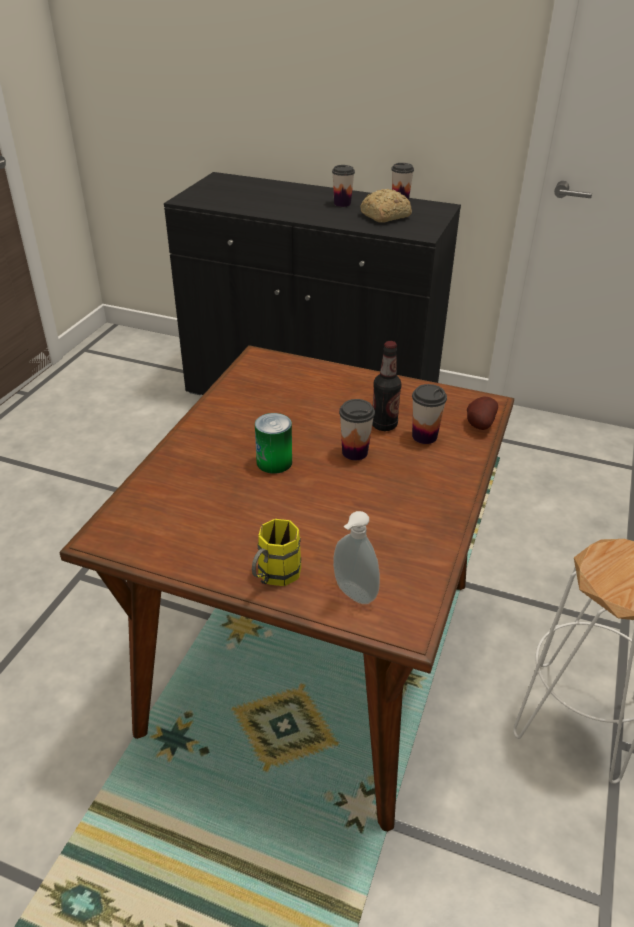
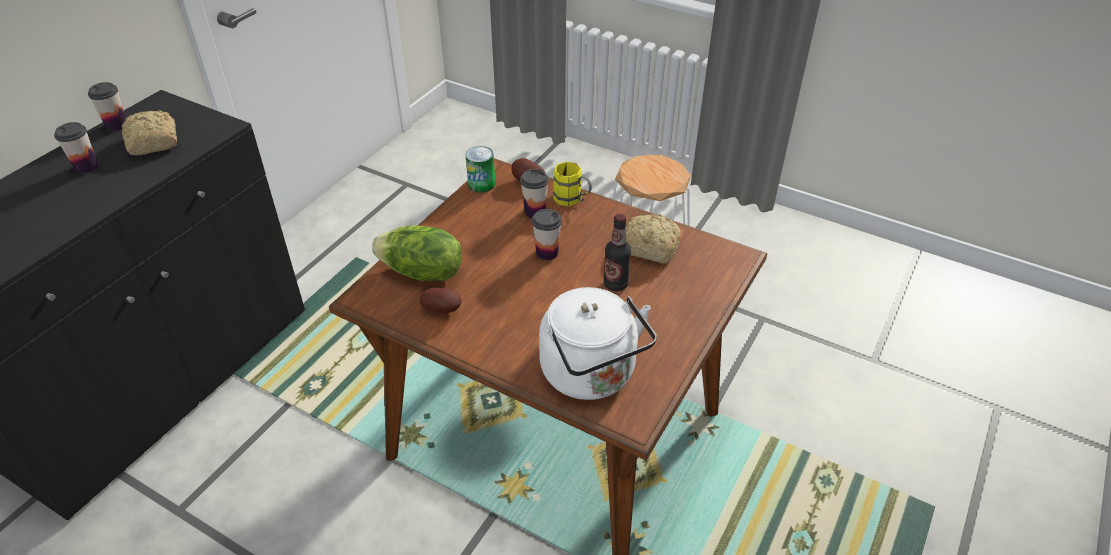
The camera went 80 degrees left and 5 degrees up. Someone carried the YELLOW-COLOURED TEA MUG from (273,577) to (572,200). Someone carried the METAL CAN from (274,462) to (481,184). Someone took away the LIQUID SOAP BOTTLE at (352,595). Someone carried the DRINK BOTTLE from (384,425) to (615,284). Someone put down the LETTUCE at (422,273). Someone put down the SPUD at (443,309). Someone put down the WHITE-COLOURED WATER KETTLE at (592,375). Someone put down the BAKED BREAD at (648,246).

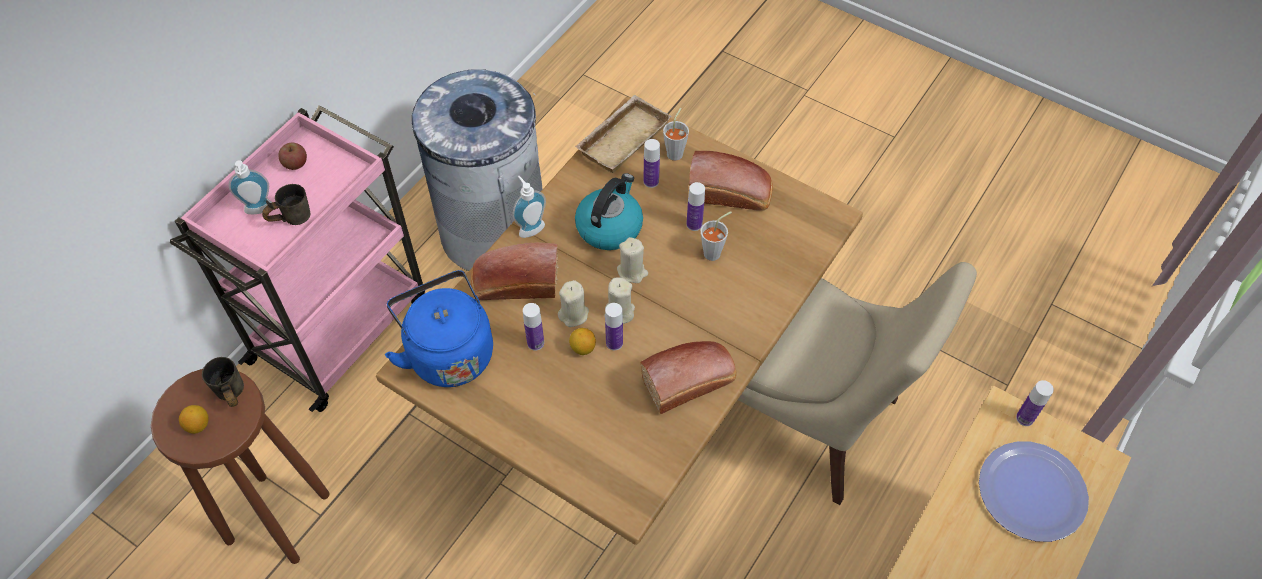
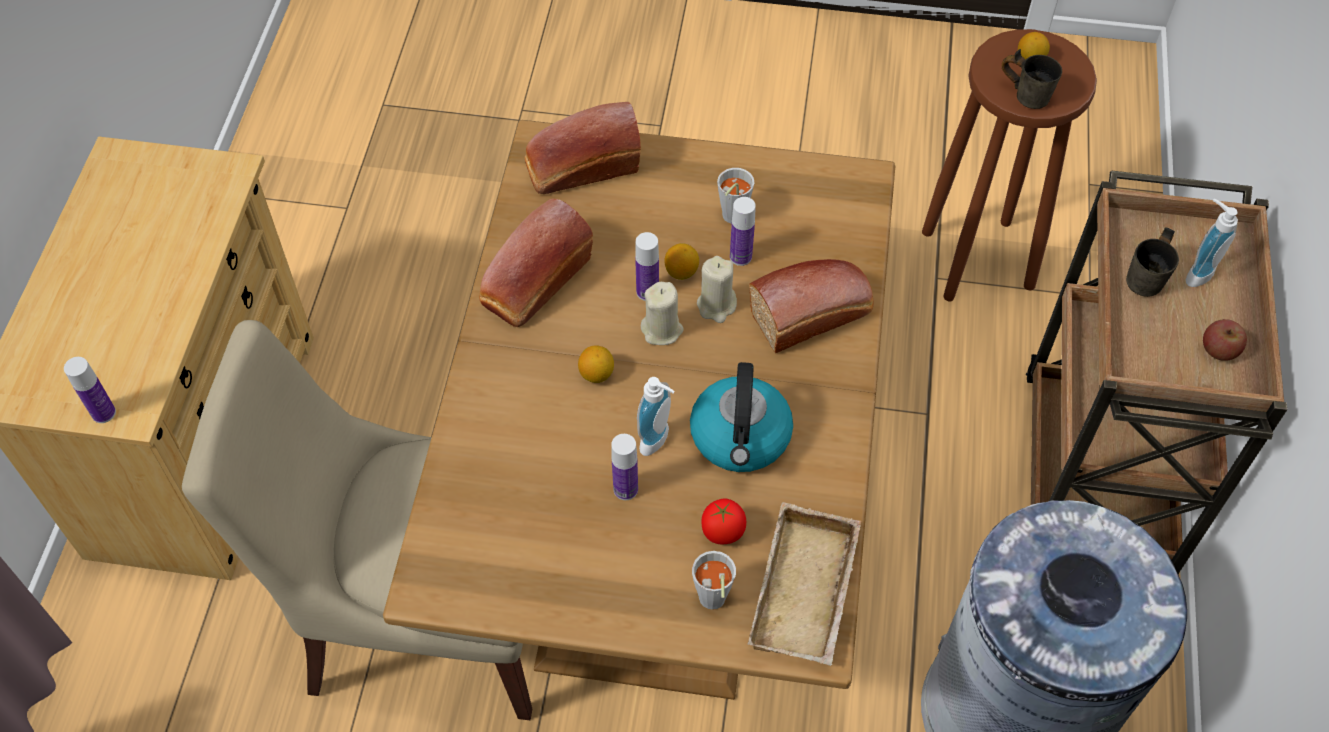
The camera went 155 degrees right and 0 degrees up. Someone repainted the PINK WHEELED CART at (341,327), which became the BROWN WHEELED CART at (1096,480). Someone took away the BLUE WATER KETTLE at (448,352). Someone carried the LIQUID SOAP BOTTLE from (530,227) to (658,441). Someone took away the BEIGE-COLOURED WAX CANDLE at (632,272). Someone swapped the DRINK BOTTLE at (651,181) for the WHOLE TOMATO at (722,533). Someone carried the BAKED BREAD from (731,193) to (581,167). Someone carried the GREY DRINKING CUP from (715,252) to (730,218). Someone took away the DINNER PLATE at (1032,492). Someone put down the WHOLE LEMON at (597,374).

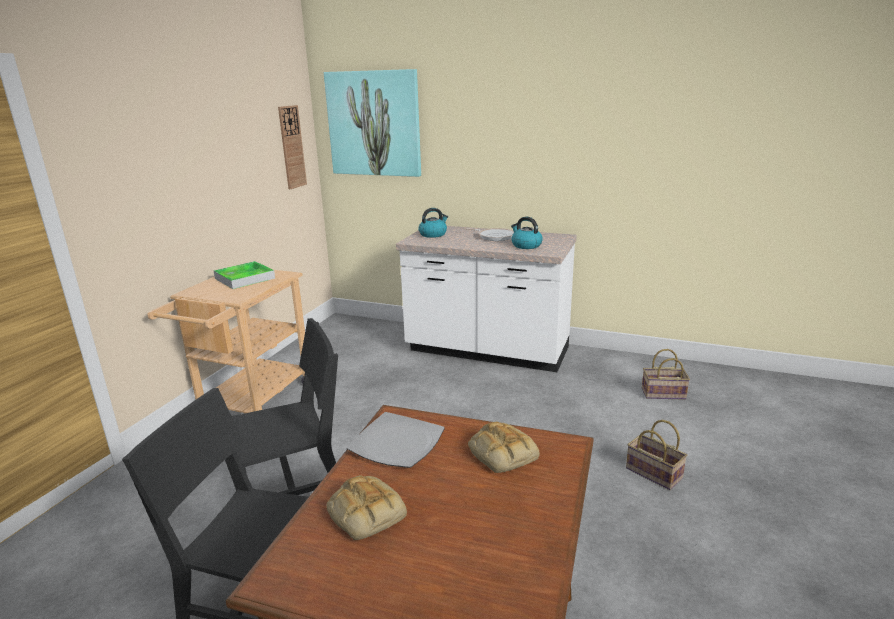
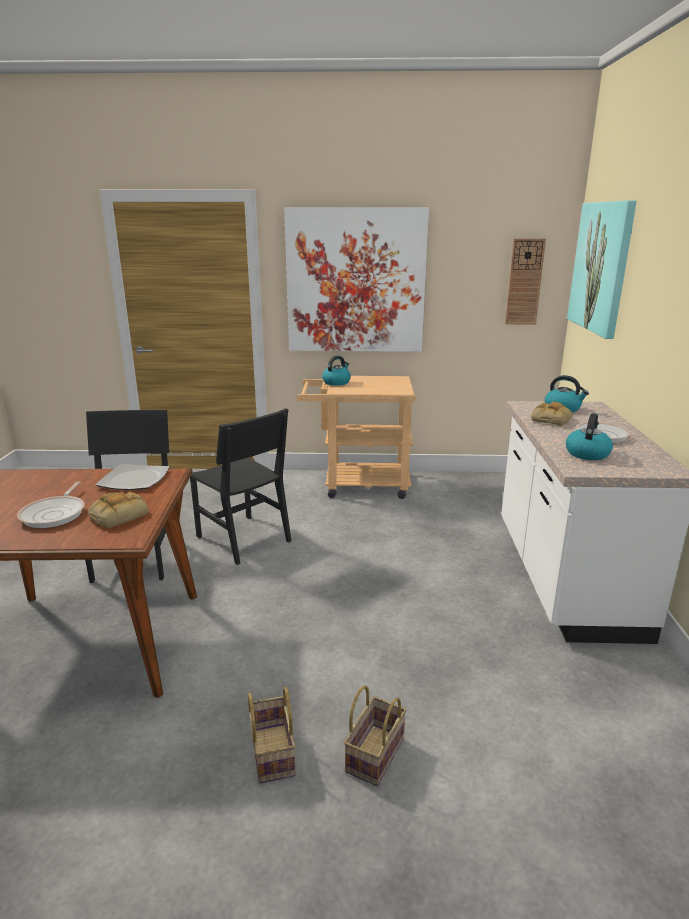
The camera went 70 degrees right and 0 degrees up. Someone took away the TRAY at (245,278). Someone carried the BAKED BREAD from (364,513) to (550,419). Someone carried the BASKET from (662,394) to (271,752). Someone put down the PAN at (55,514). Someone put up the WALL ART at (356,281). Someone put down the WATER KETTLE at (336,382).

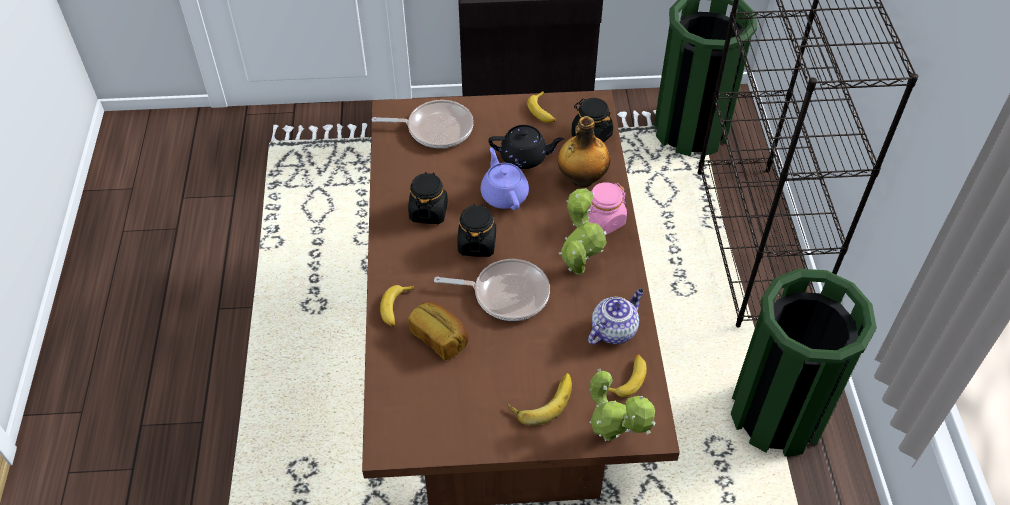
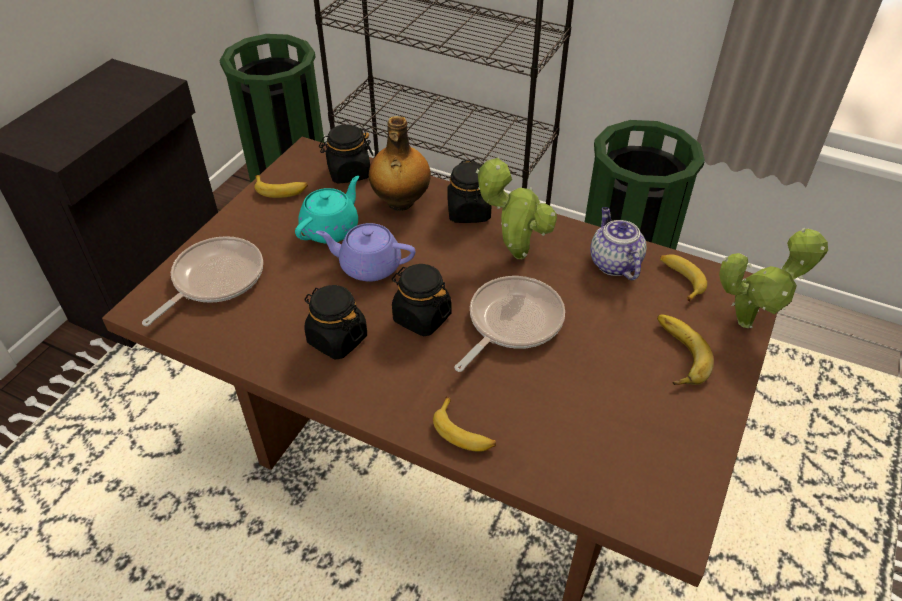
The camera went 60 degrees left and 5 degrees down. Someone took away the BAKED BREAD at (440,338). Someone repainted the BLACKISH TEA POT at (525,157), which became the TURQUOISE-COLOURED TEA POT at (331,229). Someone repainted the PINK JAR at (603,221), which became the BLACKISH JAR at (469,212).

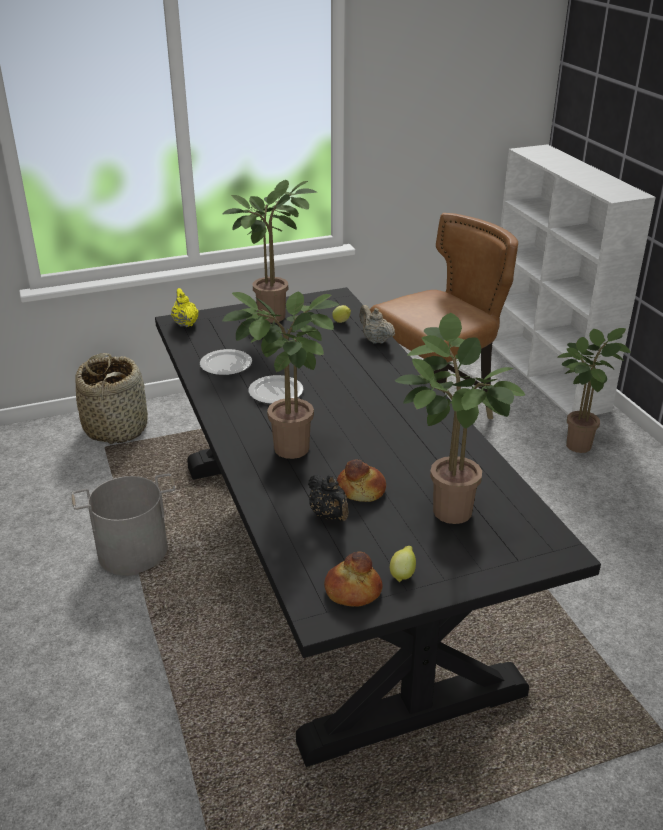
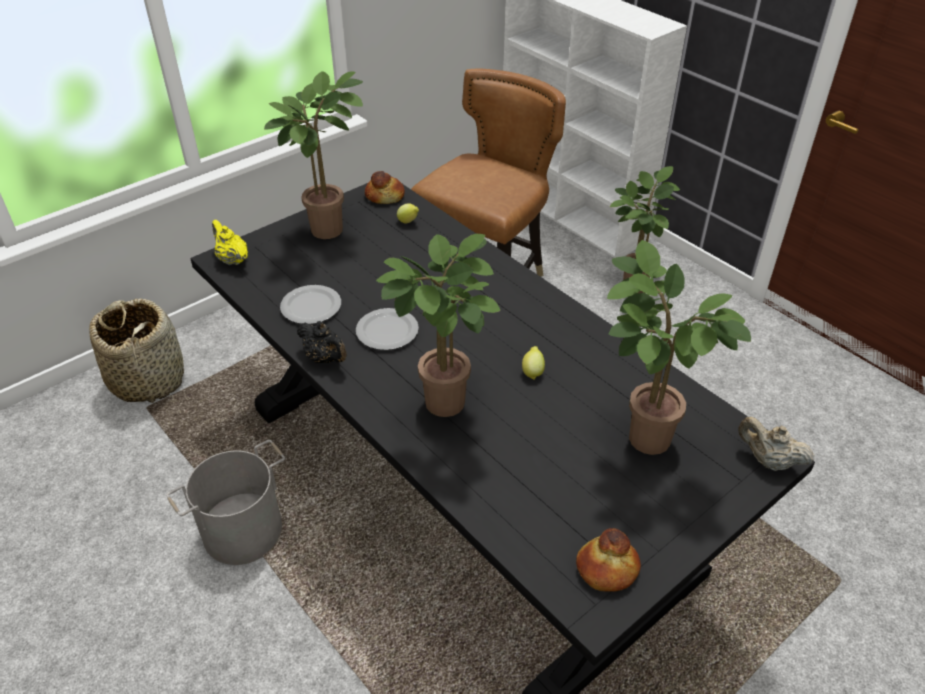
The camera went 20 degrees left and 10 degrees up. Someone carried the BLACKISH TEA POT from (329,515) to (325,358). Someone carried the BAKED BREAD from (361,489) to (385,196). Someone carried the BEIGE-COLOURED TEA POT from (375,340) to (768,461). Someone carried the WHOLE LEMON from (402,574) to (532,372).

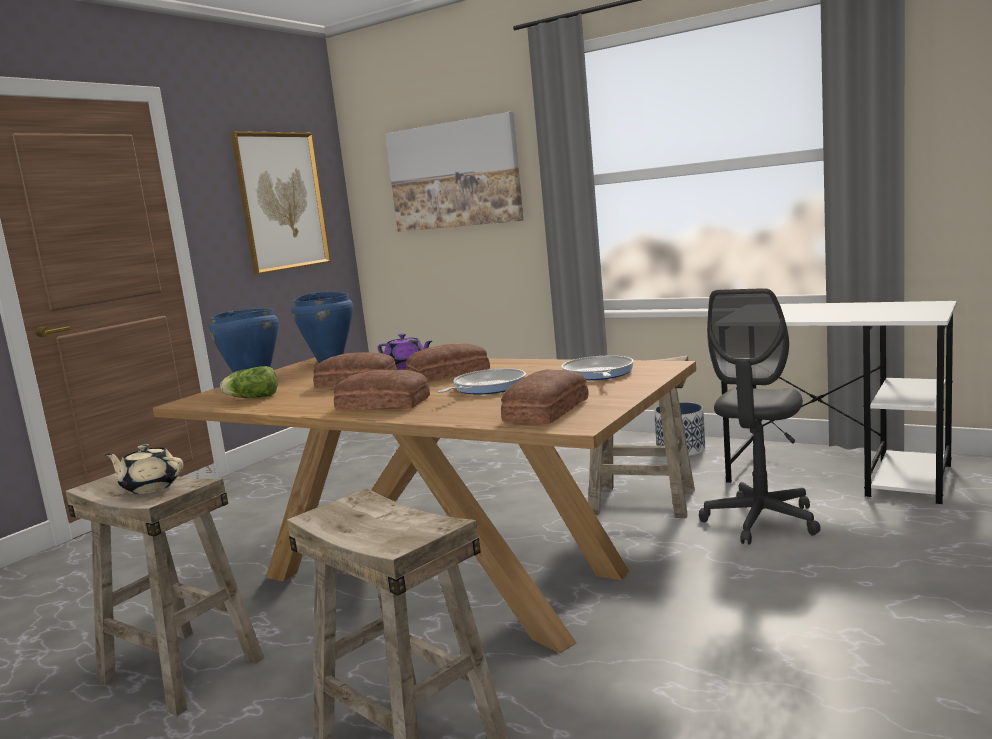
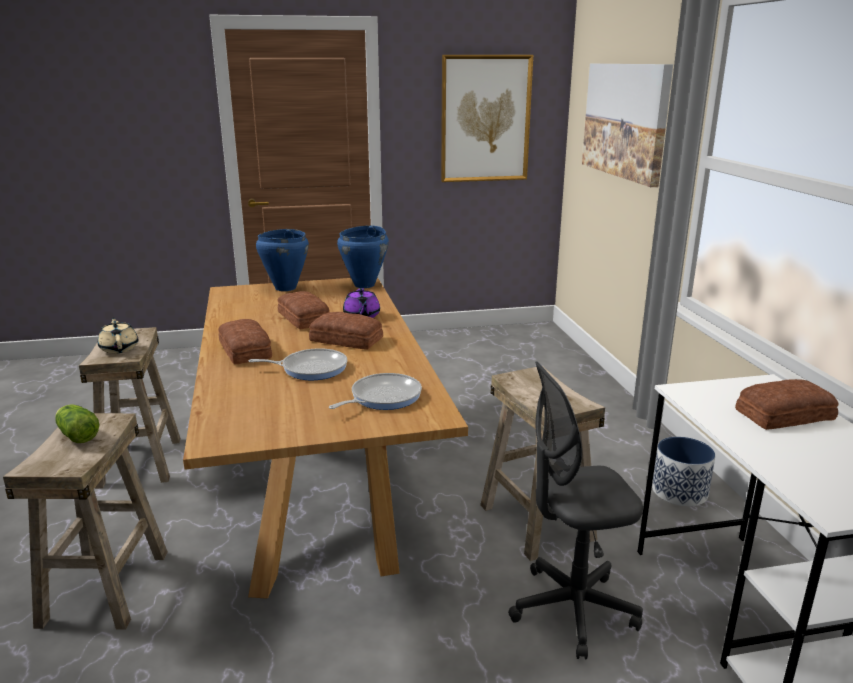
The camera went 45 degrees right and 10 degrees up. Someone carried the LETTUCE from (251,397) to (77,434). Someone carried the BAKED BREAD from (544,411) to (782,414).

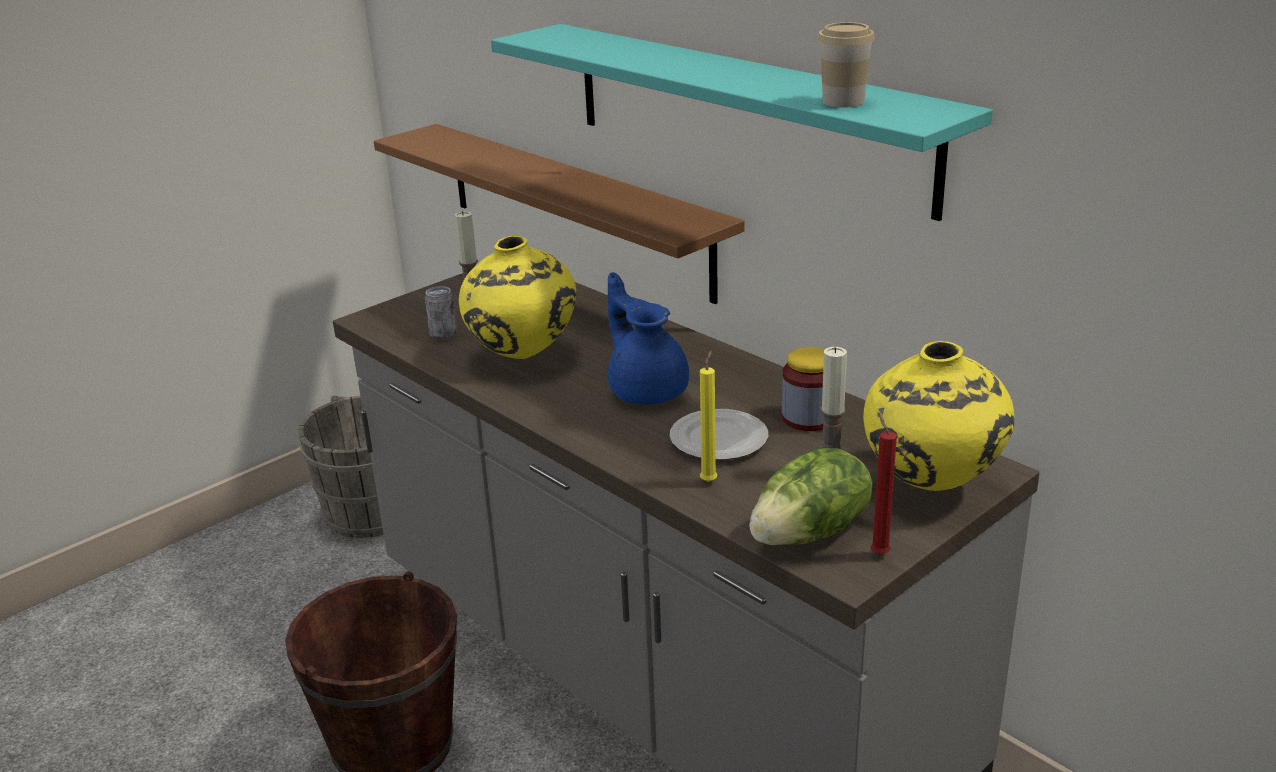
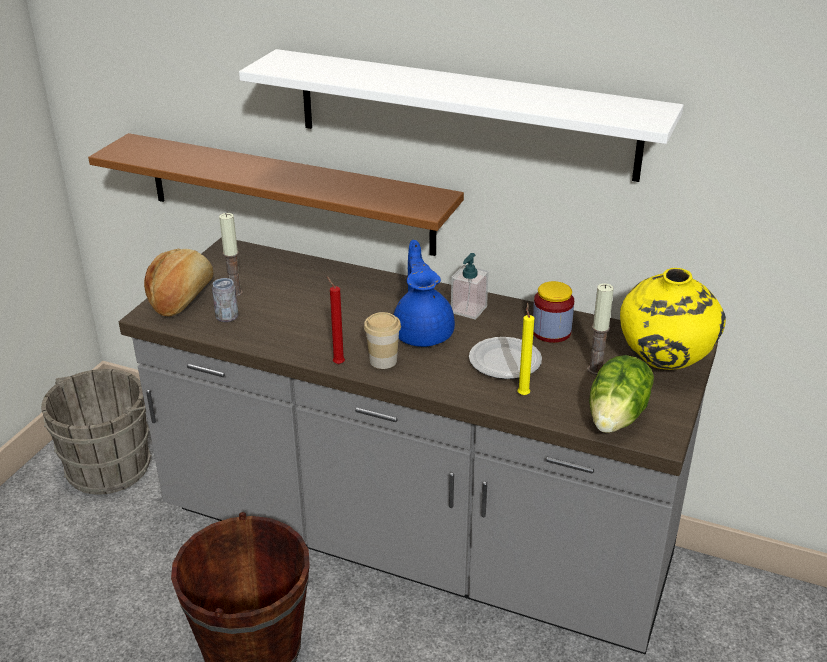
The camera went 25 degrees left and 5 degrees up. Someone took away the YELLOW-COLOURED VASE at (524,356). Someone repainted the TURQUOISE-COLOURED WALL SHELF at (743,113), which became the WHITE-COLOURED WALL SHELF at (464,114). Someone rotated the BLUE TEA POT at (647,389) by 45 degrees clockwise. Someone carried the DRINKING CUP from (843,101) to (383,361). Someone carried the REDDISH WAX CANDLE from (878,553) to (337,363). Someone put down the BAKED BREAD at (182,297). Someone put down the LIQUID SOAP BOTTLE at (468,310).

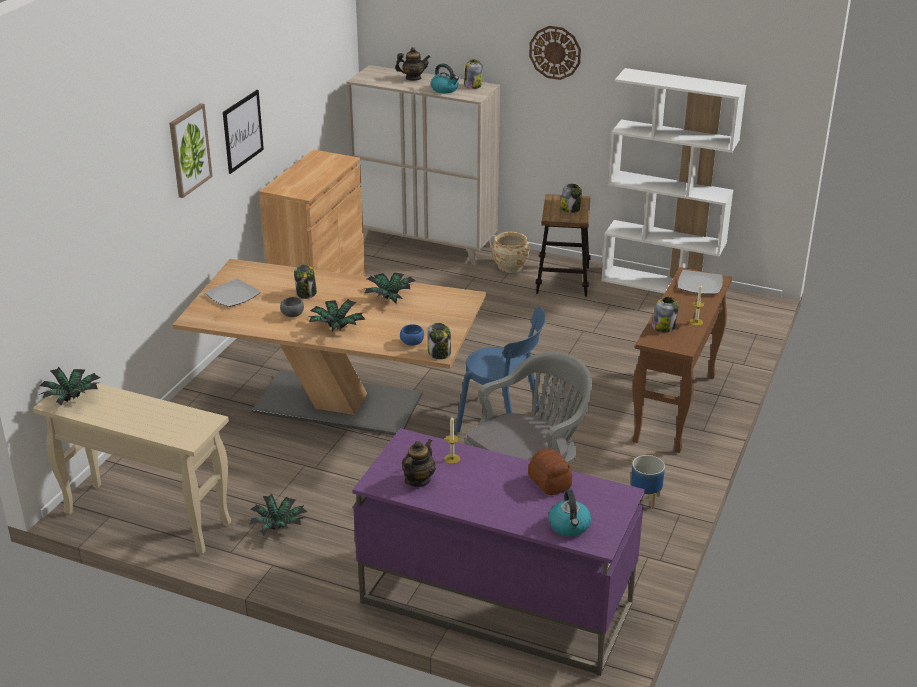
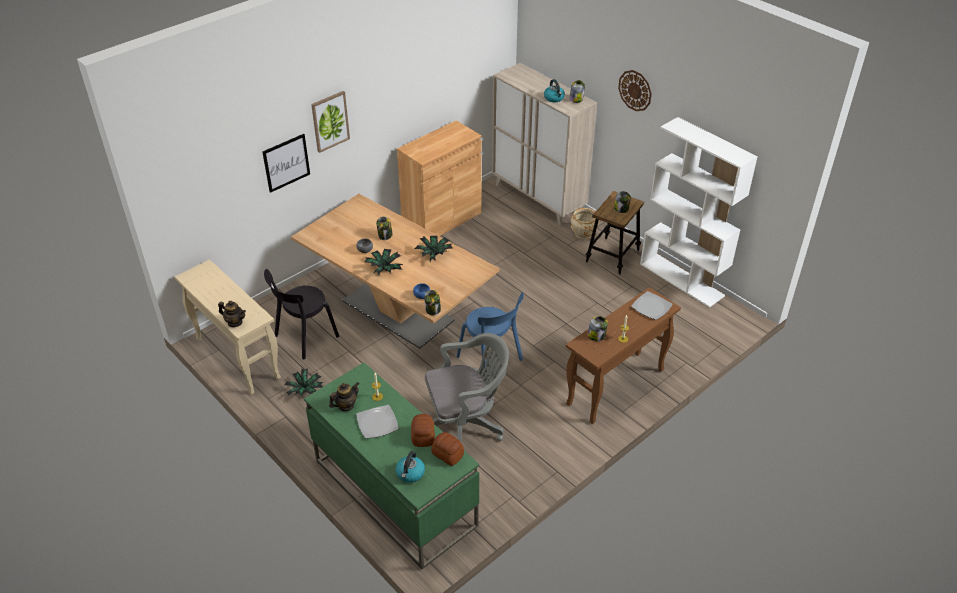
The camera went 25 degrees right and 10 degrees up. Someone took away the HOUSEPLANT at (72,399). Someone carried the DINNER PLATE from (233,295) to (378,423). Someone carried the WALL ART from (242,131) to (286,162). Someone repainted the PURPLE DESK UNIT at (495,603), which became the GREEN-COLOURED DESK UNIT at (394,492). Someone carried the TEA POT from (413,78) to (235,322). Someone took away the PLANT POT at (645,499). Someone put down the BLACKISH CHAIR at (304,337). Someone put down the BAKED BREAD at (447,454).

